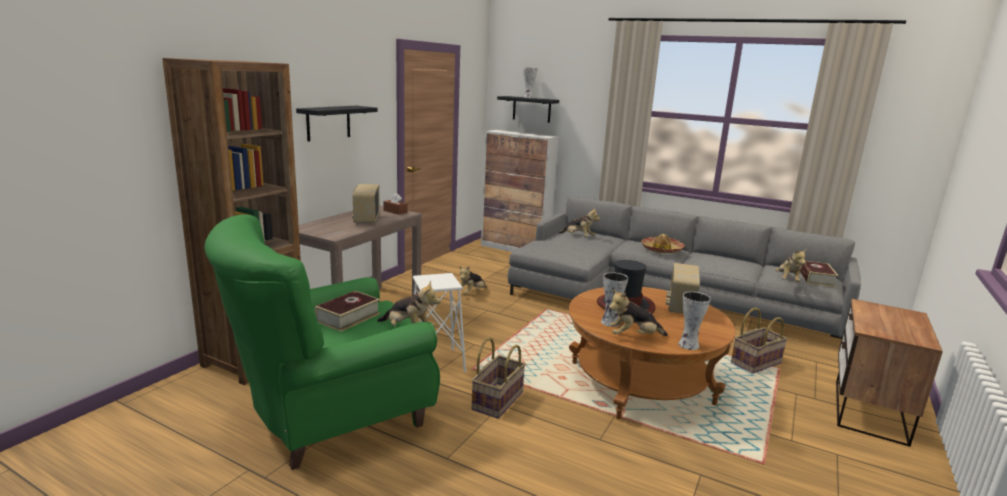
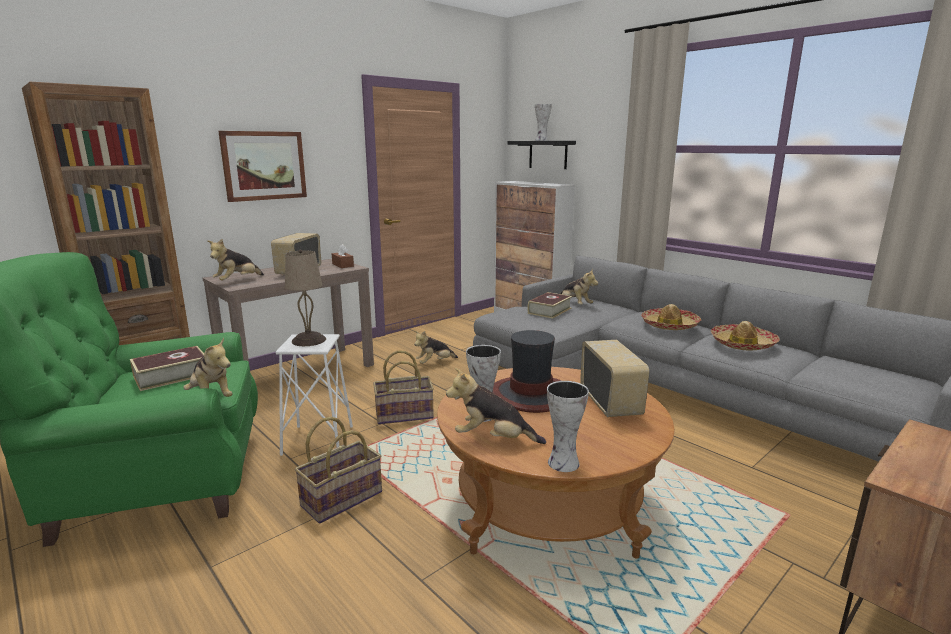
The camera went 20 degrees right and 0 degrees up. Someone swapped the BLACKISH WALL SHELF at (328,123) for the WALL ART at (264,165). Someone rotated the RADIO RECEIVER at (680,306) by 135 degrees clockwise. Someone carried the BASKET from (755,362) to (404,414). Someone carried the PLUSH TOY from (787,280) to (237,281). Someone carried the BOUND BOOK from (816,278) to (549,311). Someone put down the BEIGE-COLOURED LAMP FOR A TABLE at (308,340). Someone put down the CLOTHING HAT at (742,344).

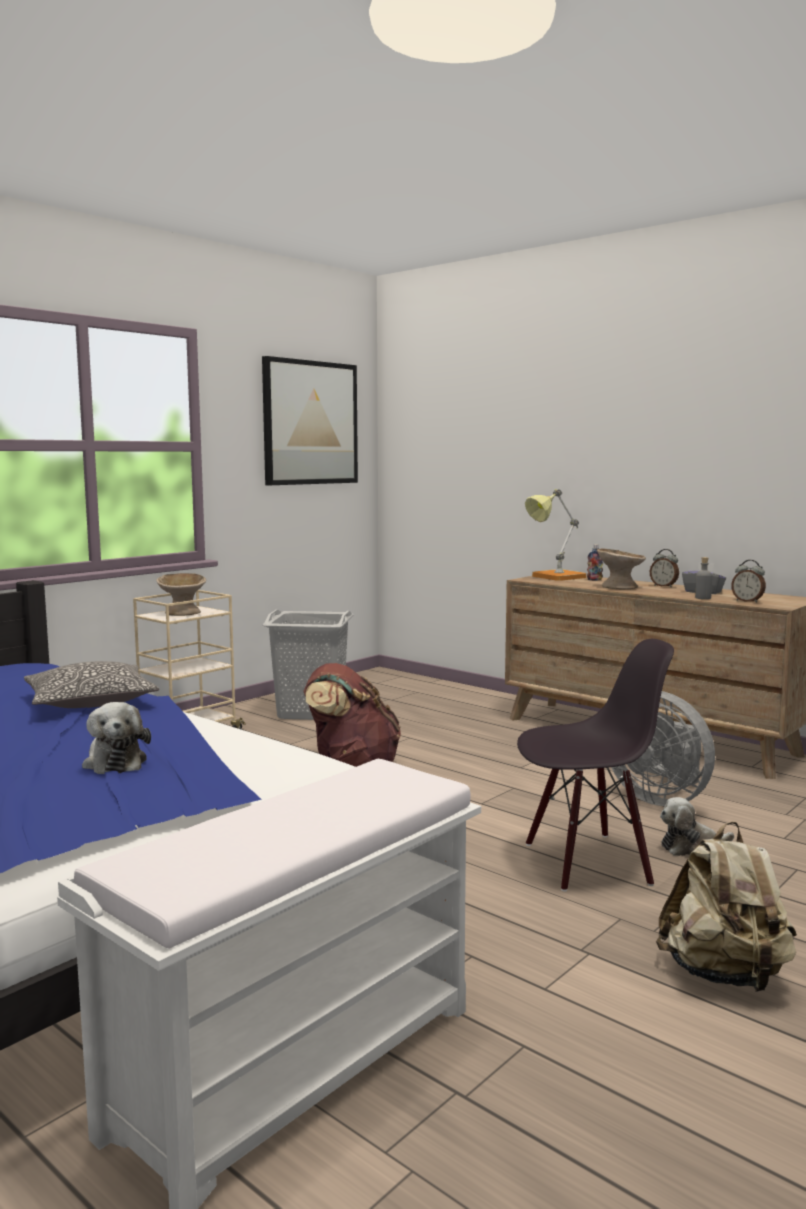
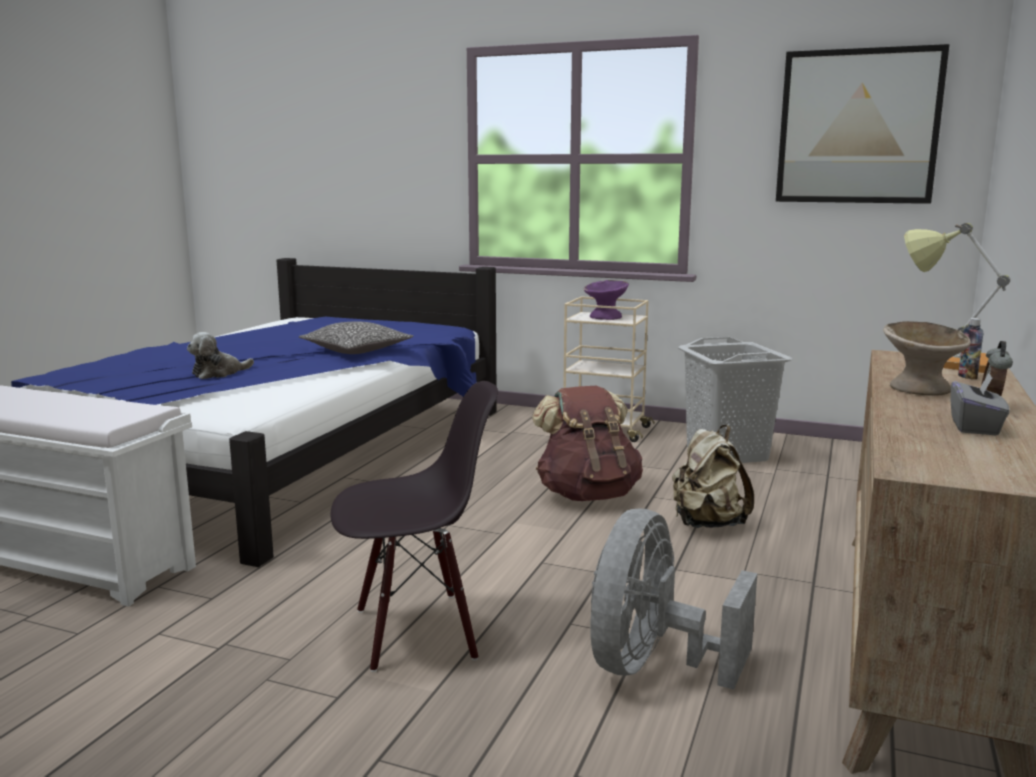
The camera went 70 degrees right and 5 degrees up. Someone repainted the BEIGE-COLOURED SERVING BOWL at (183,613), which became the PURPLE SERVING BOWL at (605,317). Someone rotated the BLACKISH CHAIR at (587,862) by 75 degrees counterclockwise. Someone carried the BEIGE-COLOURED BACKPACK from (724,975) to (706,524). Someone took away the PLUSH TOY at (691,847). Someone took away the GREY DRINK BOTTLE at (702,598). Someone took away the TABLE CLOCK at (747,601).

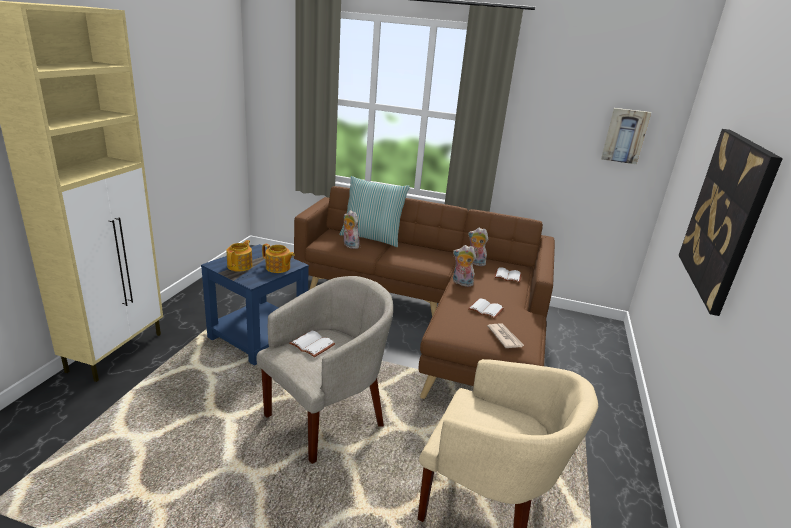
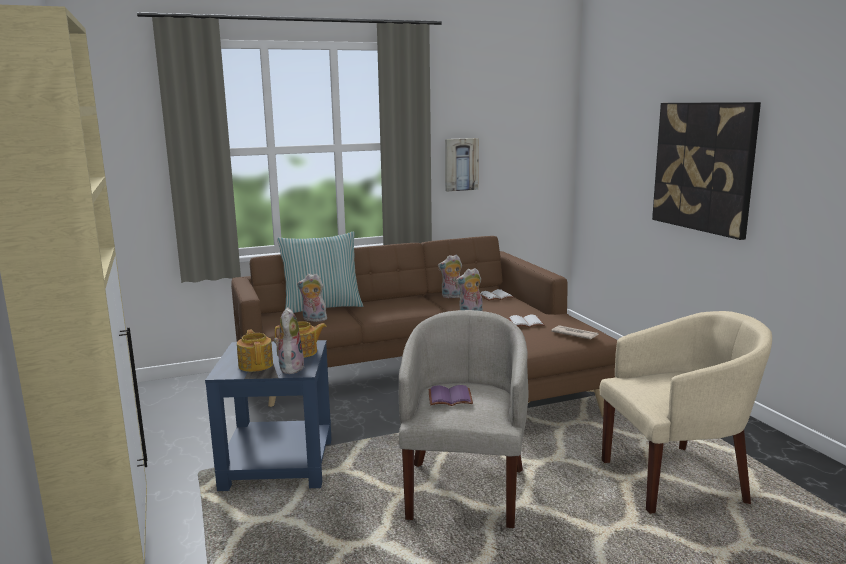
The camera went 35 degrees left and 10 degrees down. Someone repainted the WHITE-COLOURED BOUND BOOK at (311,345), which became the PURPLE BOUND BOOK at (449,398). Someone carried the WALL ART from (625,135) to (460,164). Someone put down the PLUSH TOY at (290,367).

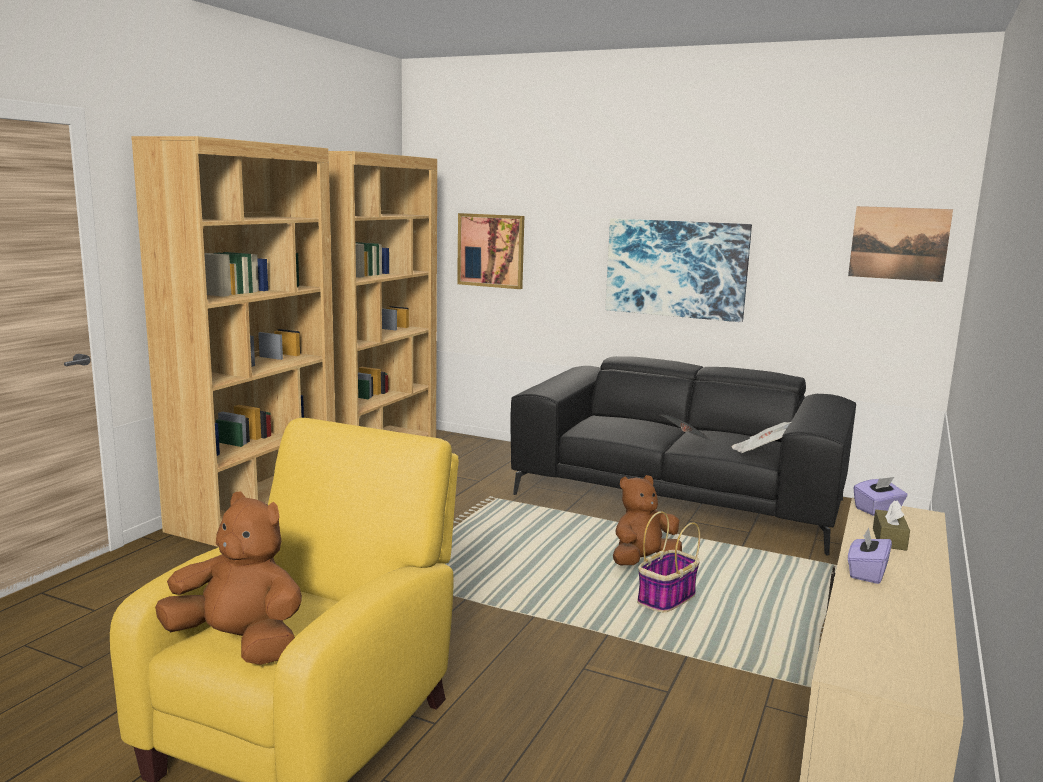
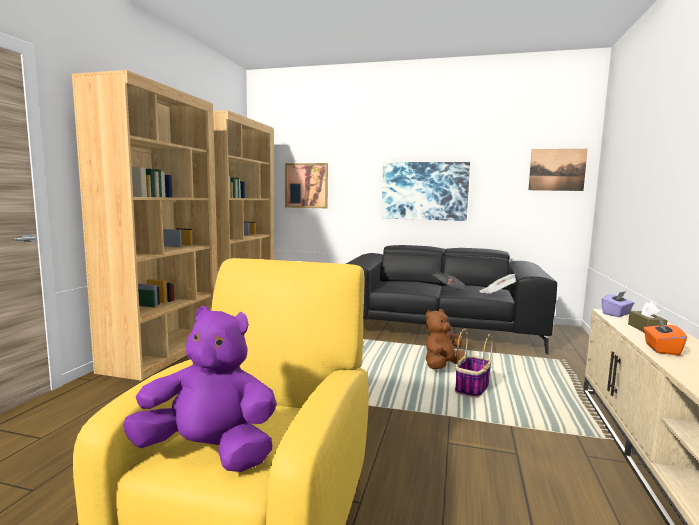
The camera went 10 degrees left and 5 degrees down. Someone repainted the BROWN PLUSH TOY at (239,643), which became the PURPLE PLUSH TOY at (209,452). Someone repainted the PURPLE TISSUE BOX at (866,573), which became the ORANGE TISSUE BOX at (661,349).

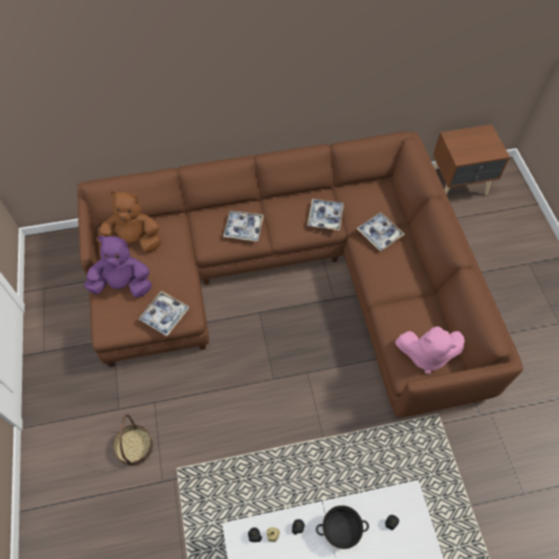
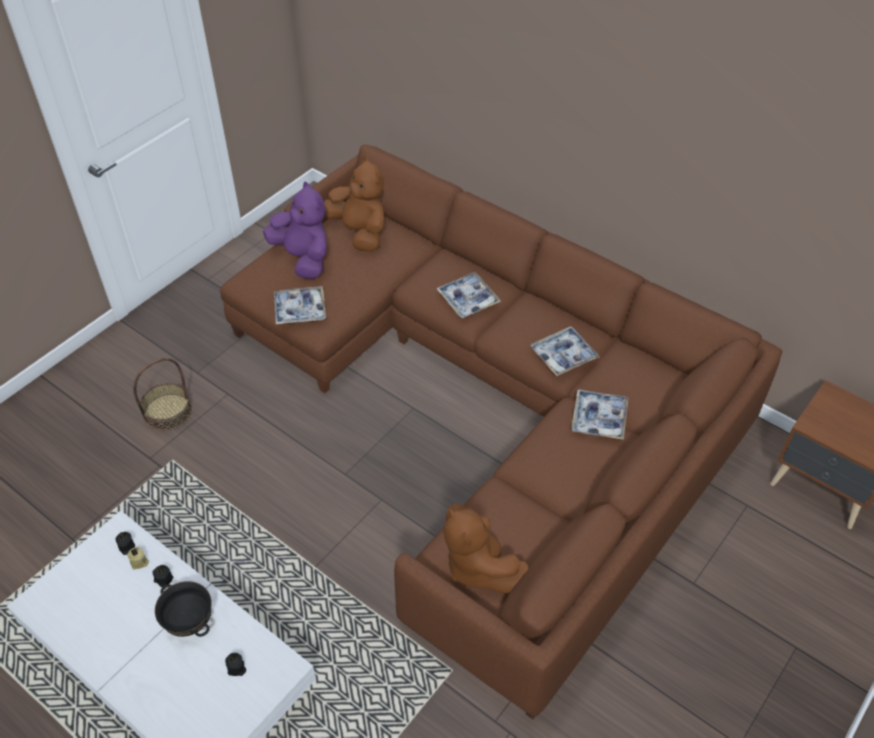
The camera went 50 degrees right and 10 degrees down. Someone repainted the PINK PLUSH TOY at (426,355), which became the BROWN PLUSH TOY at (477,566).

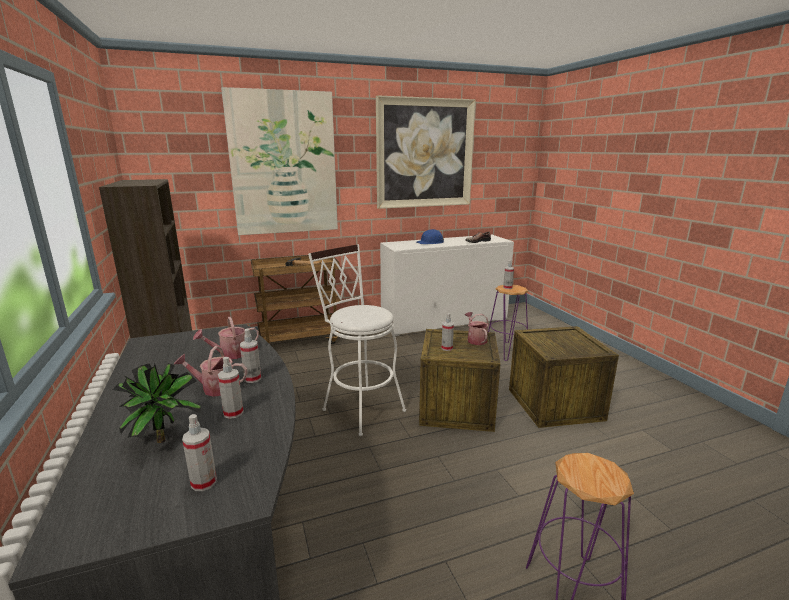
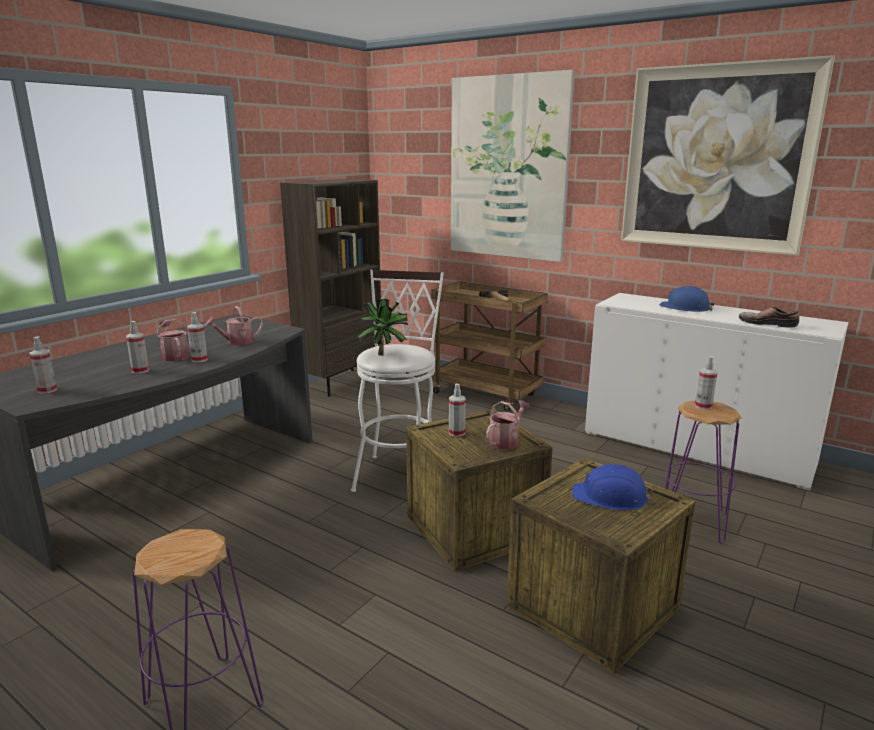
The camera went 55 degrees right and 0 degrees up. Someone carried the HOUSEPLANT from (164,437) to (384,354). Someone rotated the WATERING CAN at (230,354) by 60 degrees counterclockwise. Someone put down the BLUE SAFETY HELMET at (610,497).

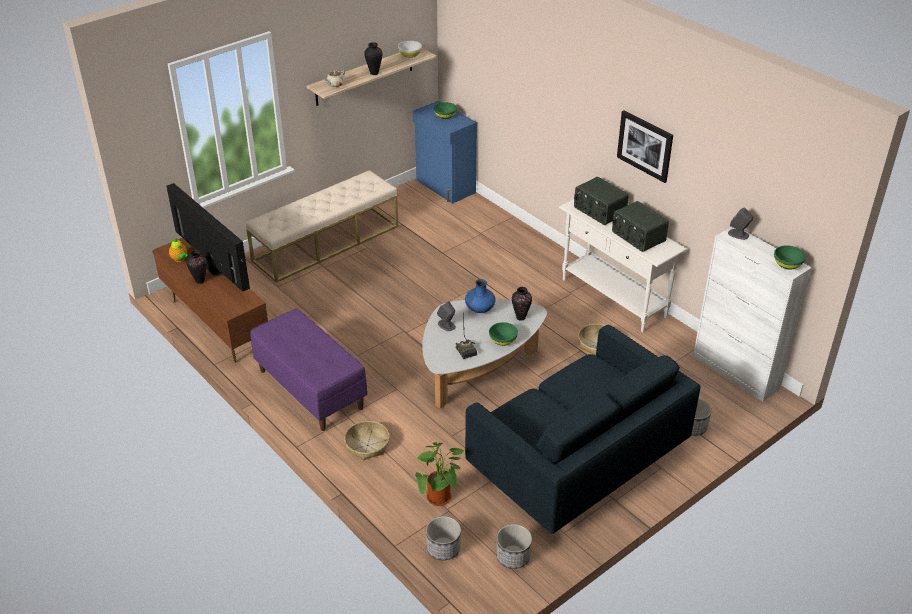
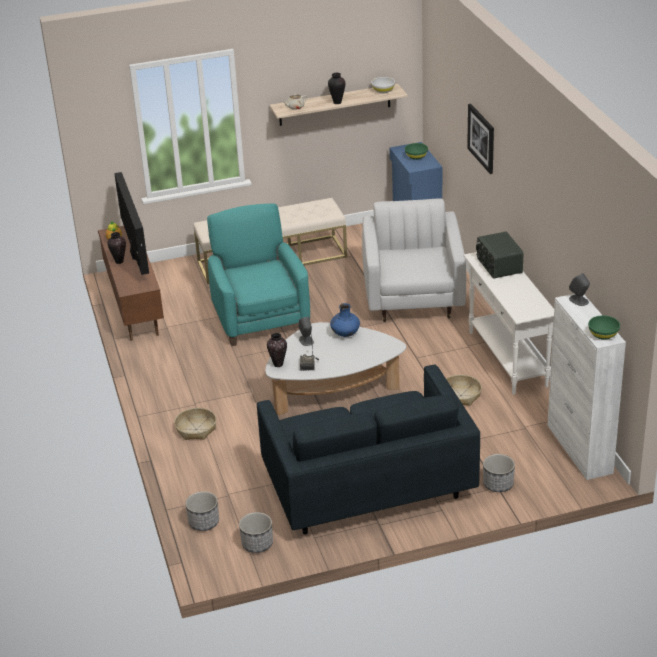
The camera went 25 degrees right and 5 degrees down. Someone took away the PURPLE LONG SEAT at (310,389). Someone took away the HOUSEPLANT at (440,500). Someone took away the GREEN-COLOURED SERVING BOWL at (503,340). Someone carried the VASE from (521,317) to (278,364). Someone took away the RADIO RECEIVER at (637,237). Someone carried the WALL ART from (645,145) to (481,138). Someone put down the TURQUOISE-COLOURED ARMCHAIR at (260,317). Someone put down the WHITE-COLOURED ARMCHAIR at (413,296).

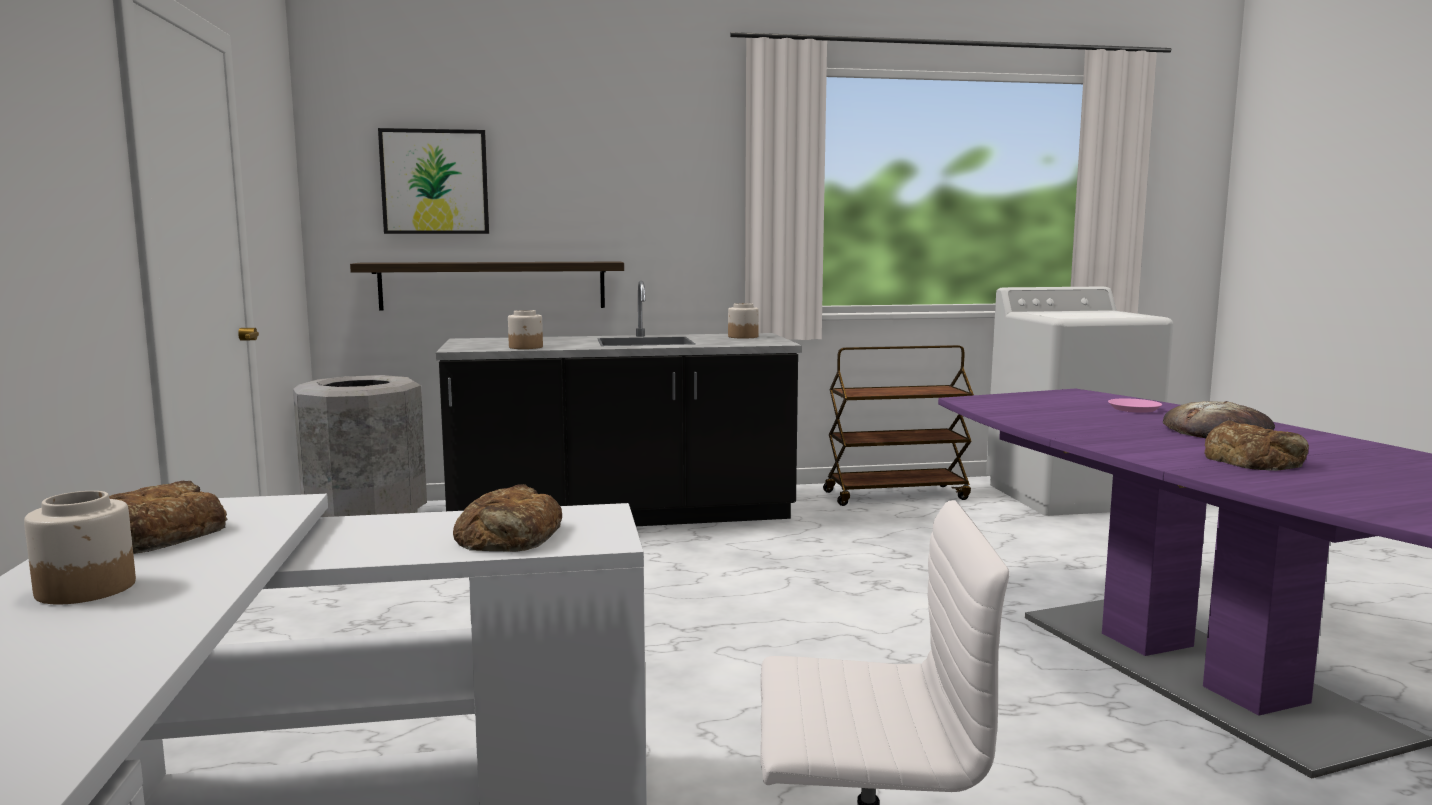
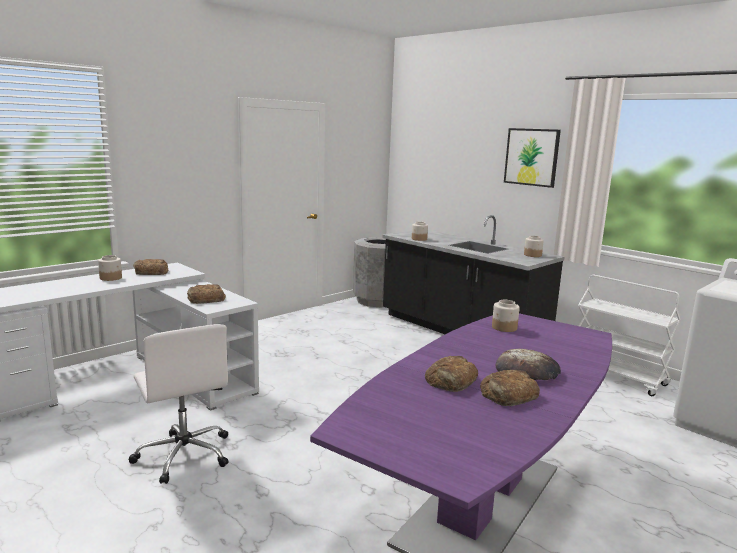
The camera went 55 degrees right and 5 degrees up. Someone took away the WALL SHELF at (493,285). Someone carried the WALL ART from (435,182) to (531,157). Someone repainted the BROWN WHEELED CART at (896,495), which became the WHITE-COLOURED WHEELED CART at (617,377). Someone took away the PINK DINNER PLATE at (1134,409). Someone put down the BAKED BREAD at (508,395). Someone put down the JAR at (504,328).

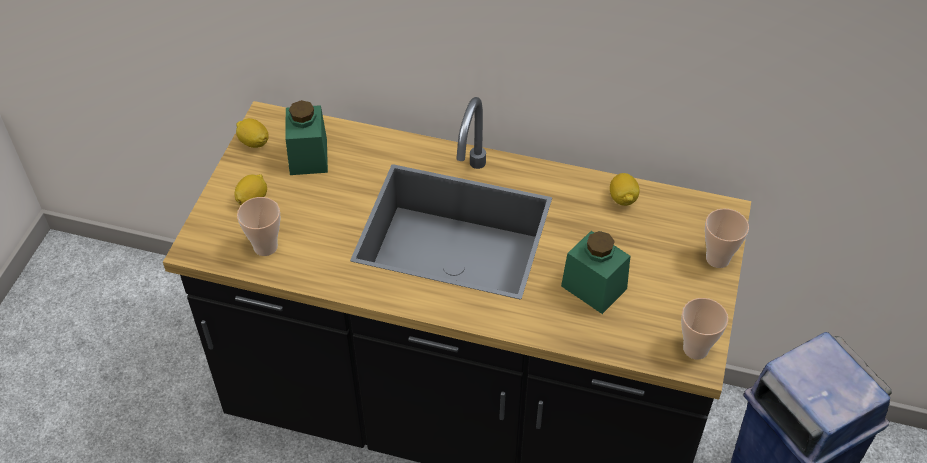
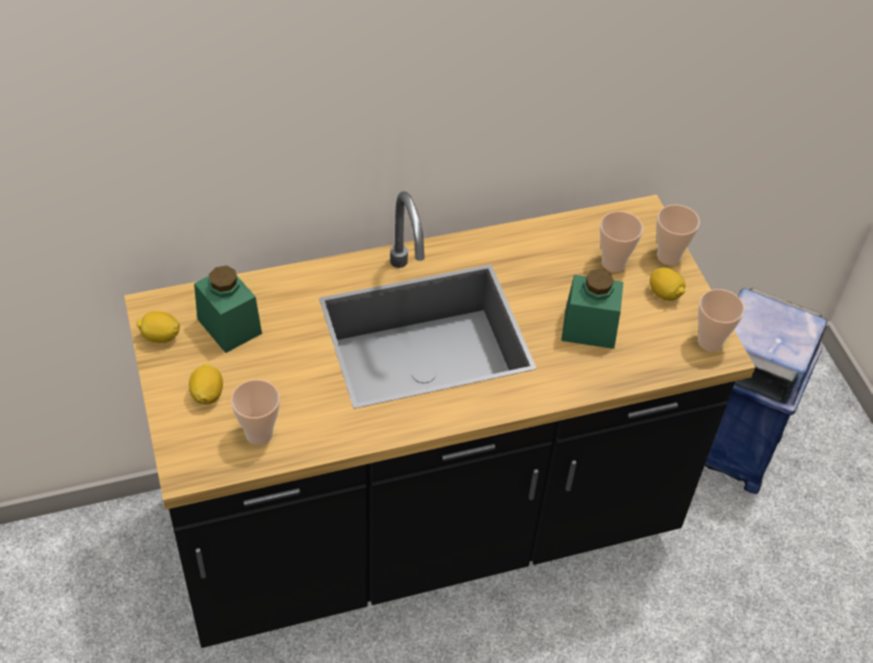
The camera went 35 degrees left and 0 degrees up. Someone carried the WHOLE LEMON from (622,199) to (664,294). Someone put down the DRINKING CUP at (613,263).

